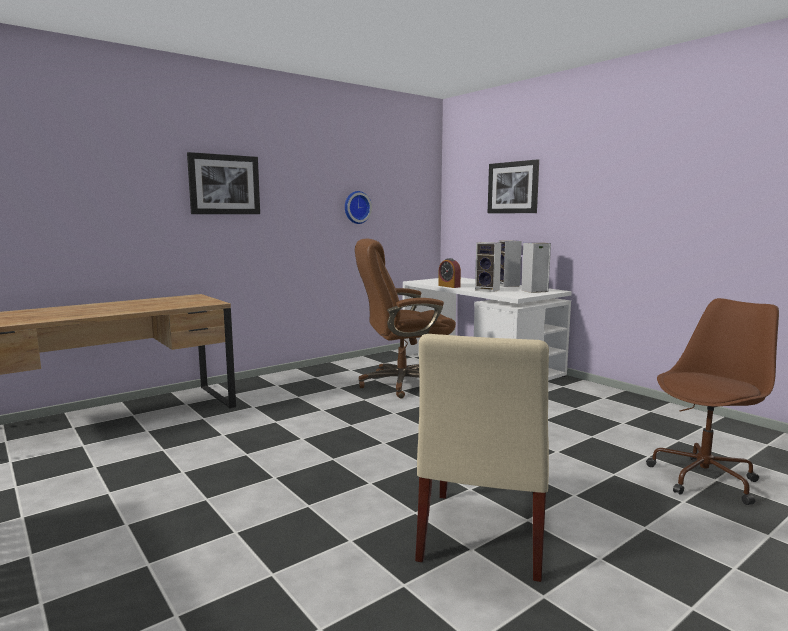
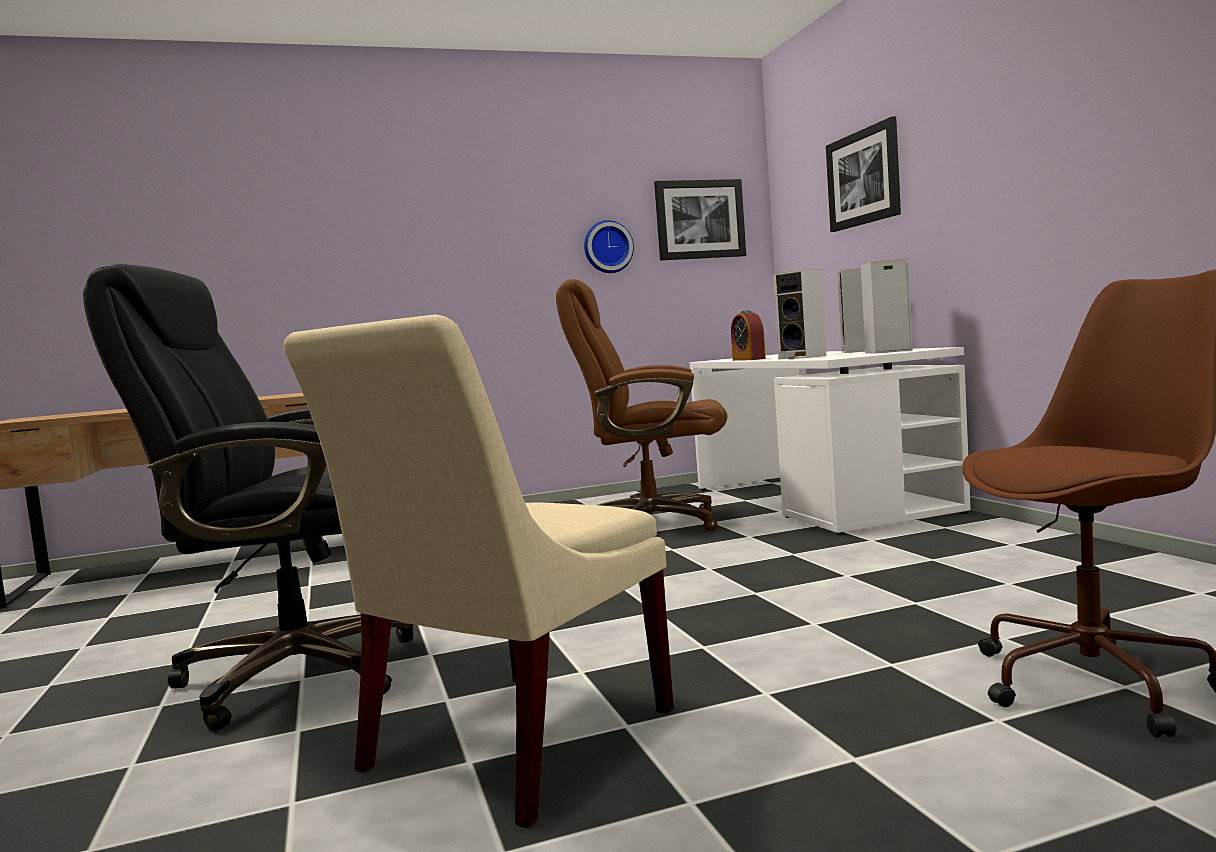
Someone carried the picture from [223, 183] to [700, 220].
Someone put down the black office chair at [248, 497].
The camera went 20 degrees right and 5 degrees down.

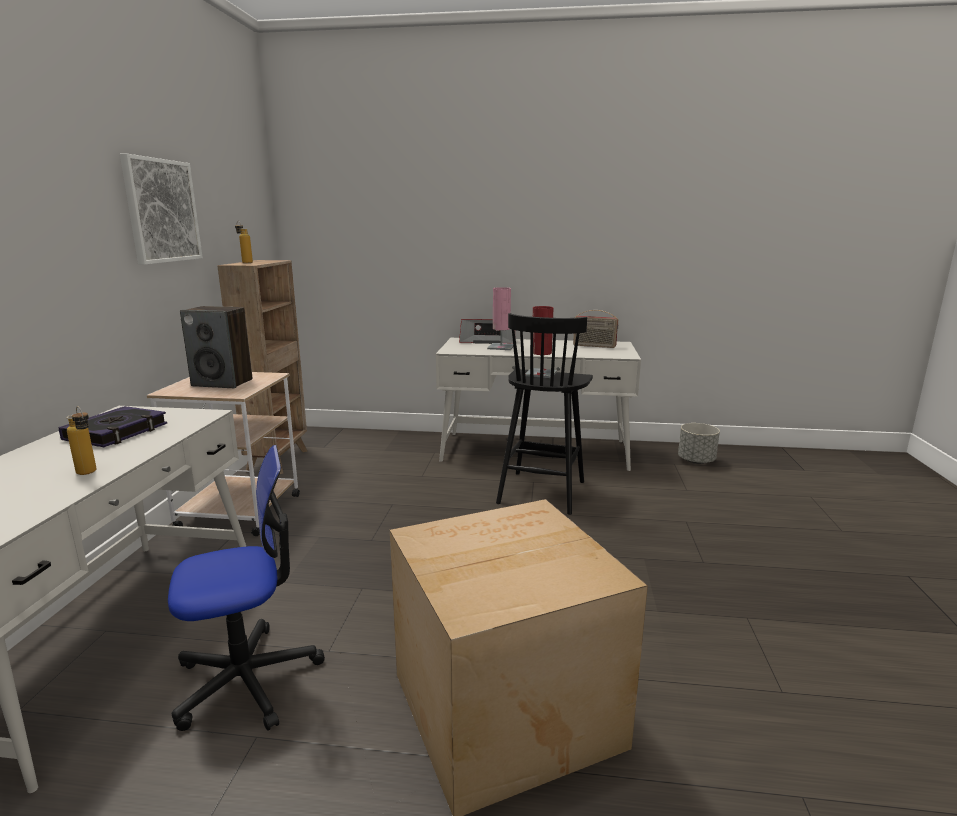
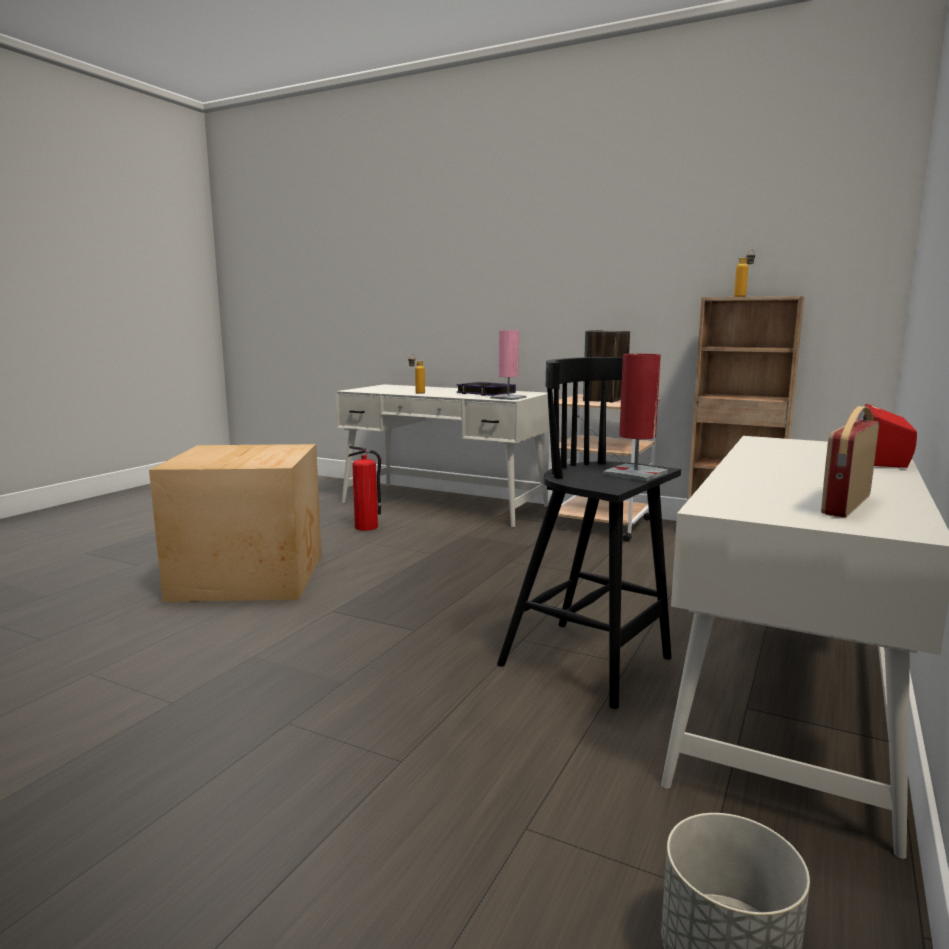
Someone took away the picture at [161, 209].
Someone swapped the office chair at [246, 588] for the fire extinguisher at [364, 488].
Someone carried the pink table lamp from [500, 318] to [508, 365].
The camera went 110 degrees right and 5 degrees down.

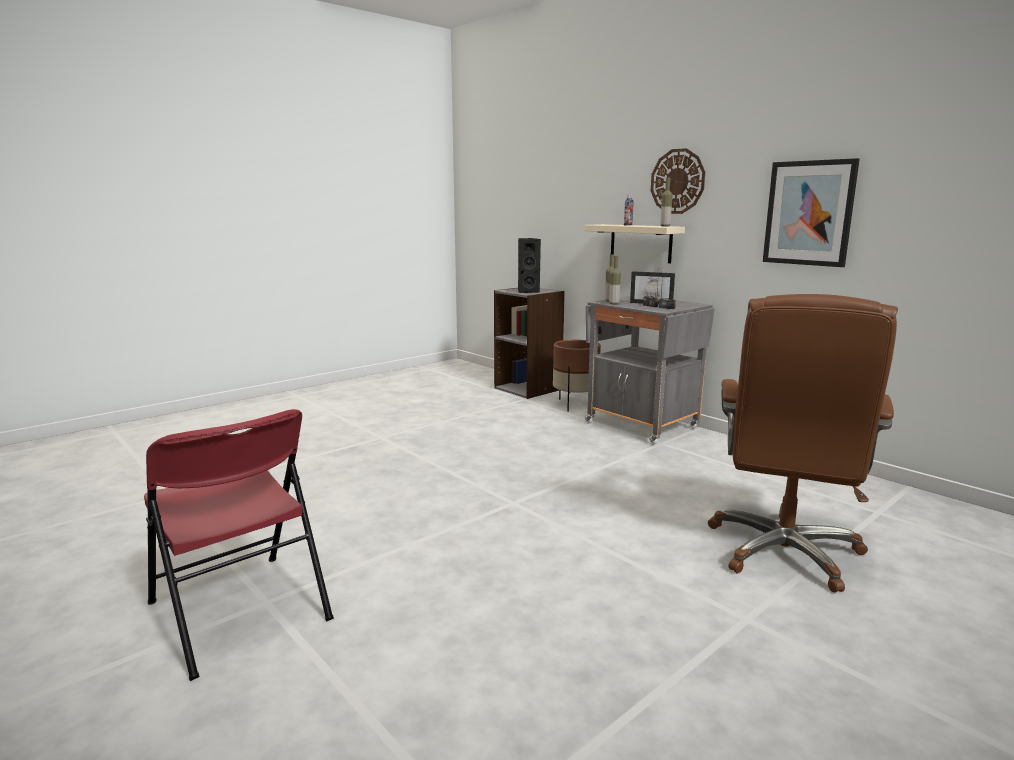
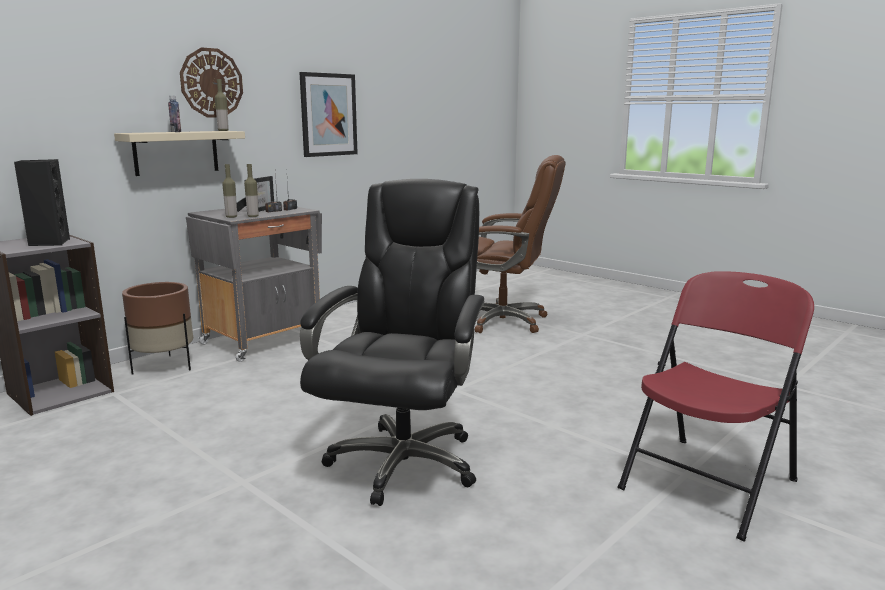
Someone put down the black office chair at [392, 342].
The camera went 95 degrees left and 0 degrees up.

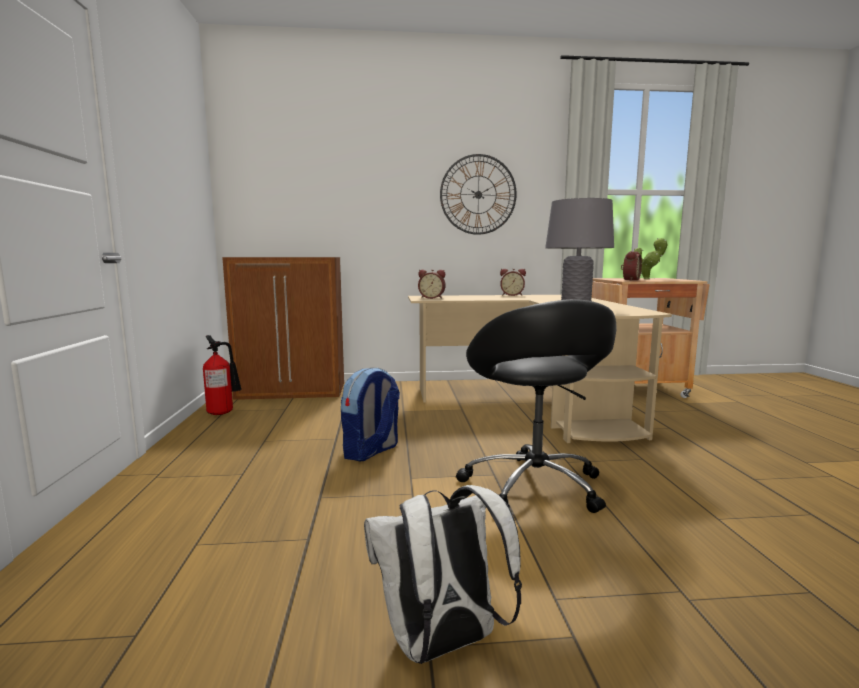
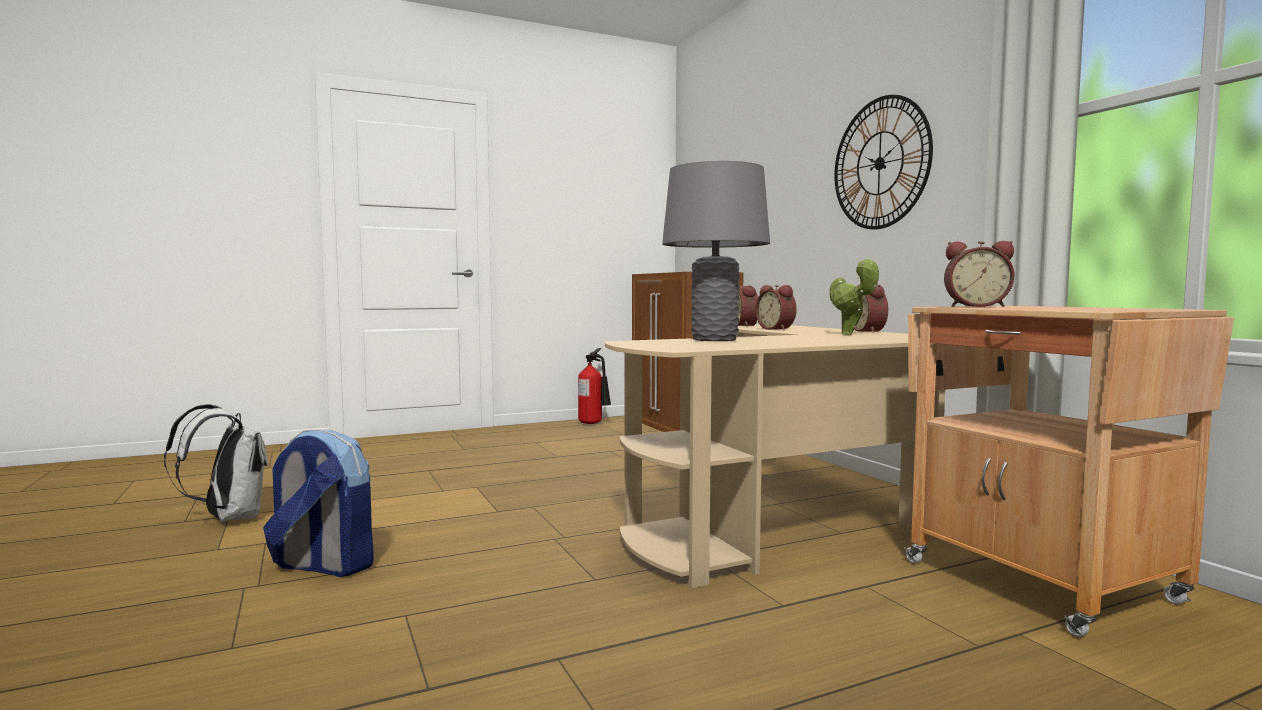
Someone carried the backpack from [370, 414] to [318, 503].
Someone took away the black office chair at [536, 406].
Someone carried the potted plant from [651, 258] to [854, 296].
Someone put down the alarm clock at [776, 307].
The camera went 70 degrees right and 5 degrees down.

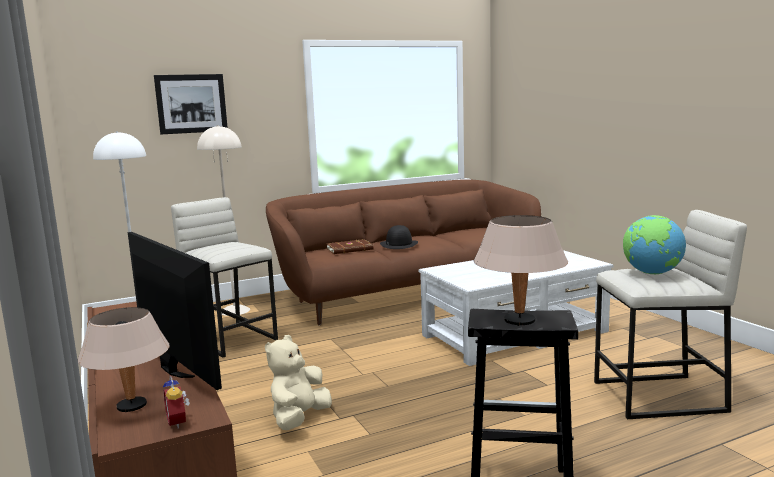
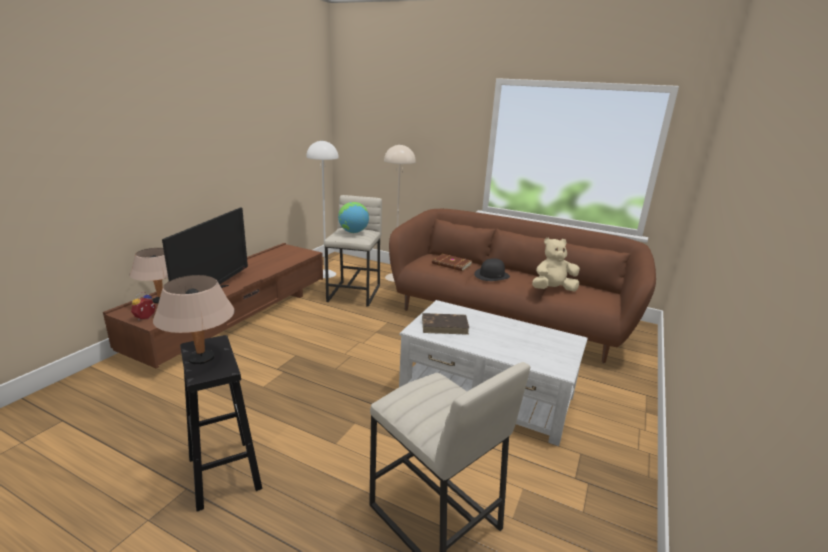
Someone took away the picture at [191, 104].
Someone carried the beige plush toy from [298, 382] to [556, 264].
Someone carried the globe from [654, 244] to [353, 217].
Someone put down the brown book at [445, 324].
The camera went 50 degrees right and 10 degrees up.

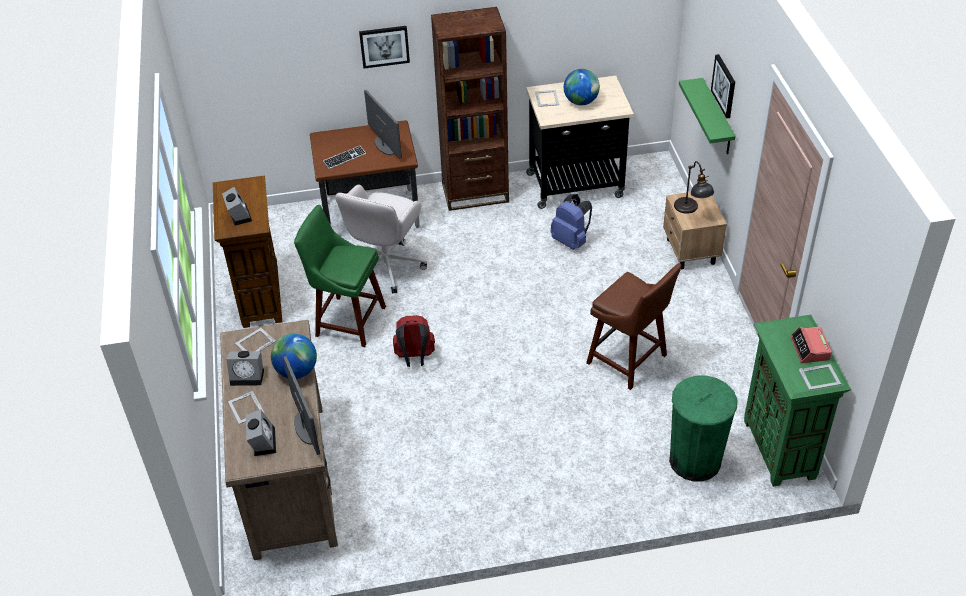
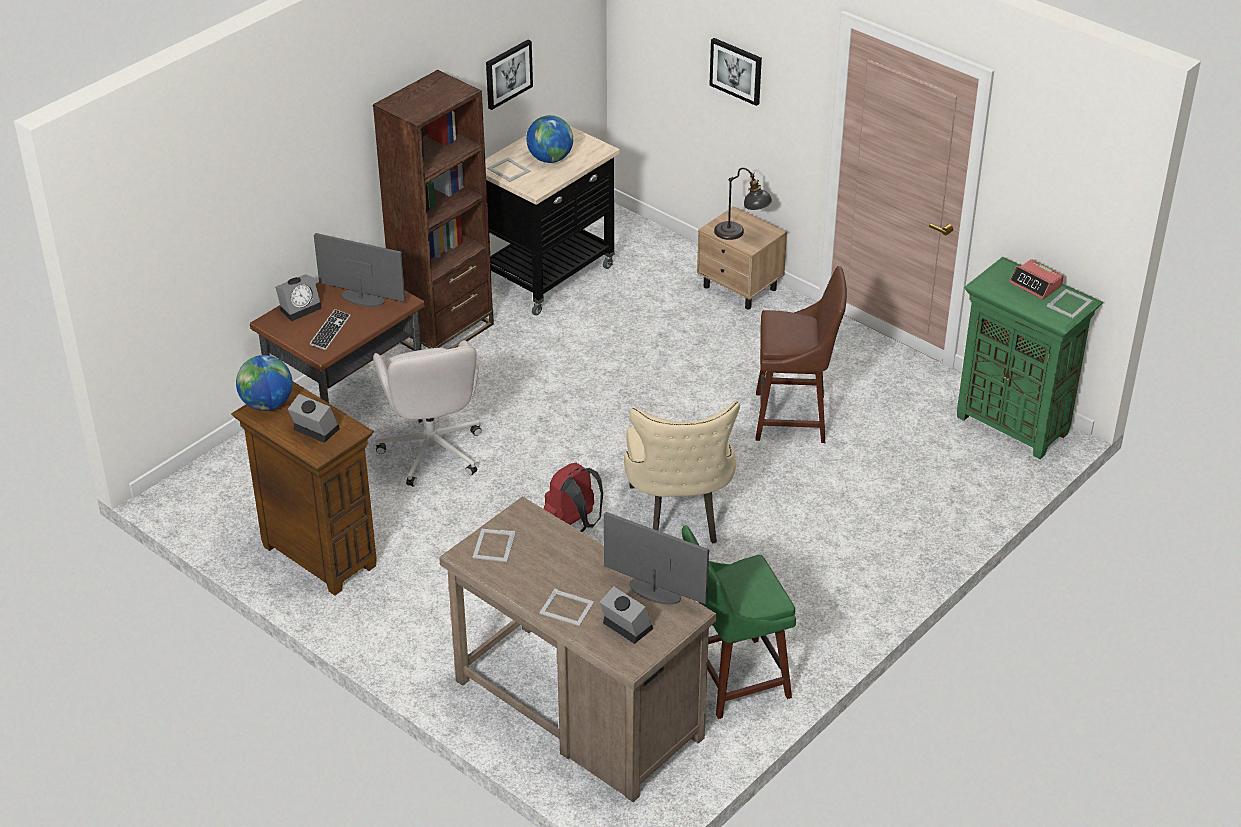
Someone carried the alarm clock from [245, 368] to [298, 297].
Someone carried the globe from [294, 356] to [264, 383].
Someone carried the green chair from [340, 276] to [739, 622].
Someone carried the picture from [384, 47] to [509, 75].
Someone took away the blue backpack at [571, 222].
Someone took away the green trash can at [703, 428].
Someone took away the green shelf at [707, 116].
Someone put down the beige chair at [682, 472].
The camera went 40 degrees left and 5 degrees down.

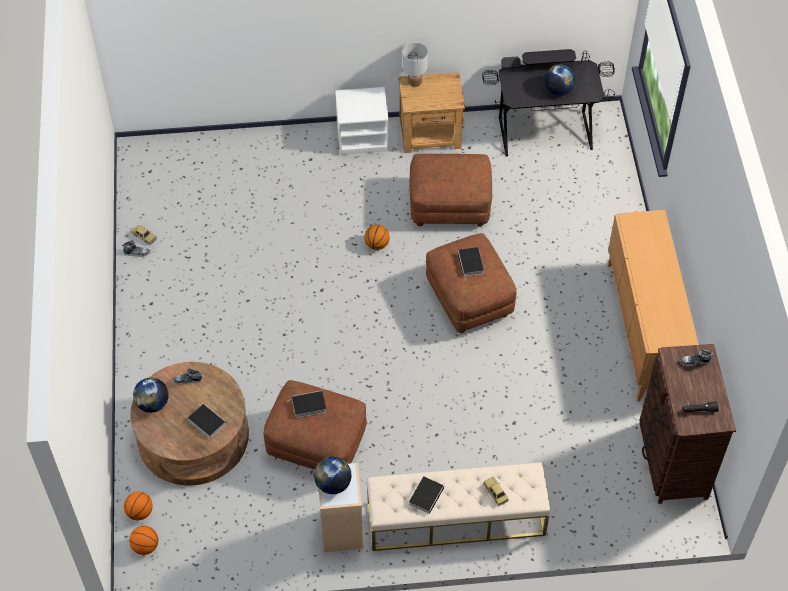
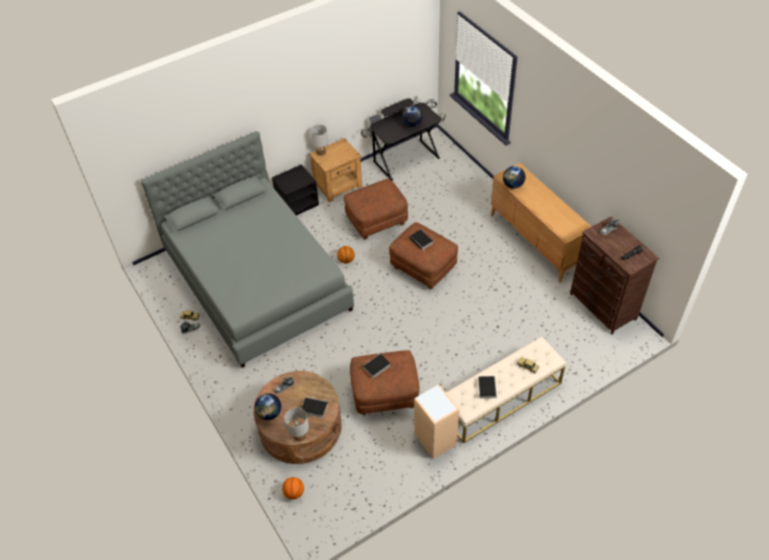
Someone took away the basketball at [143, 540].
Someone carried the globe from [333, 475] to [514, 177].
Someone repainted the white nightstand at [362, 121], which became the black nightstand at [295, 190].
Someone put down the grey bed at [247, 249].
Someone put down the grey table lamp at [296, 424].
The camera went 25 degrees left and 5 degrees down.

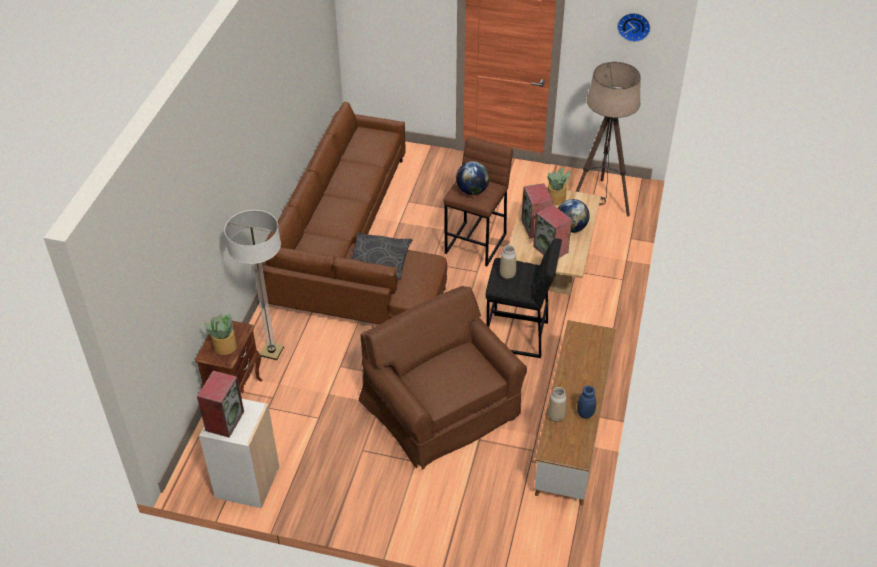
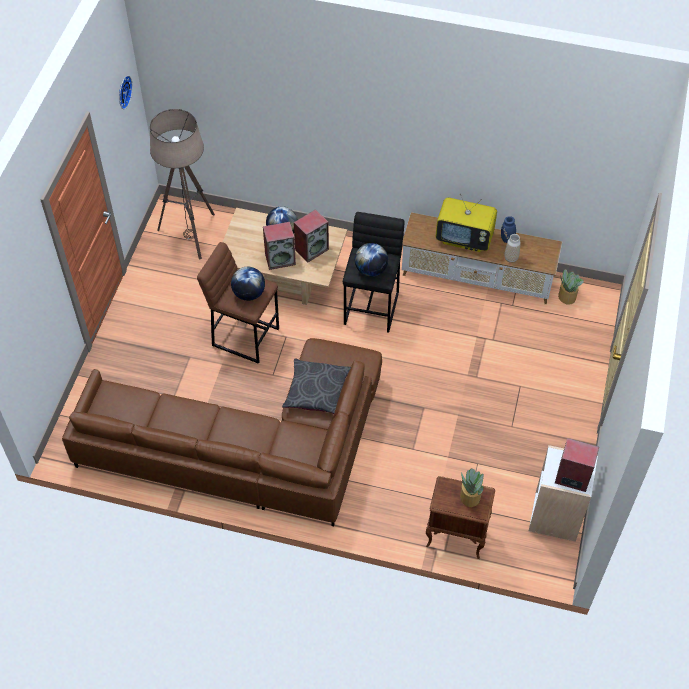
Someone took away the floor lamp at [254, 285].
Someone took away the brown armchair at [443, 378].
Someone swapped the vase at [508, 262] for the globe at [371, 260].
Someone carried the potted plant from [559, 186] to [571, 287].
Someone put down the television at [466, 223].
The camera went 90 degrees left and 10 degrees up.

